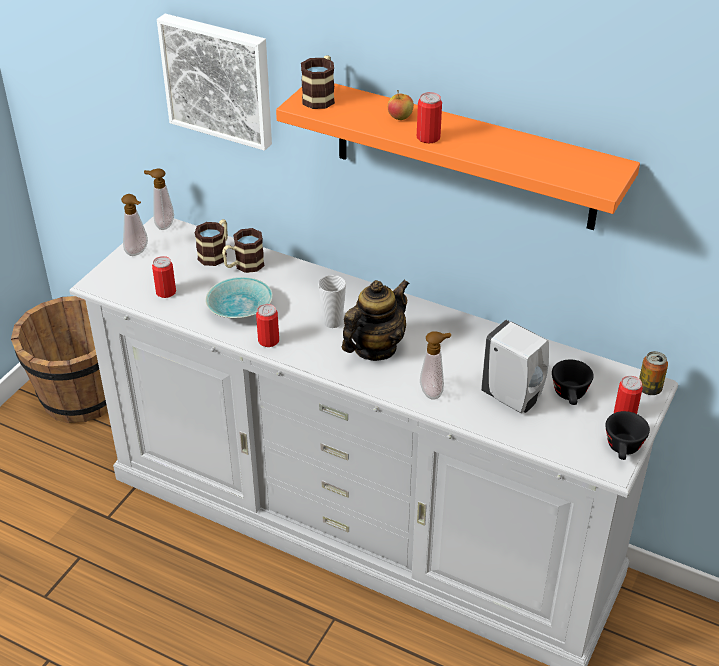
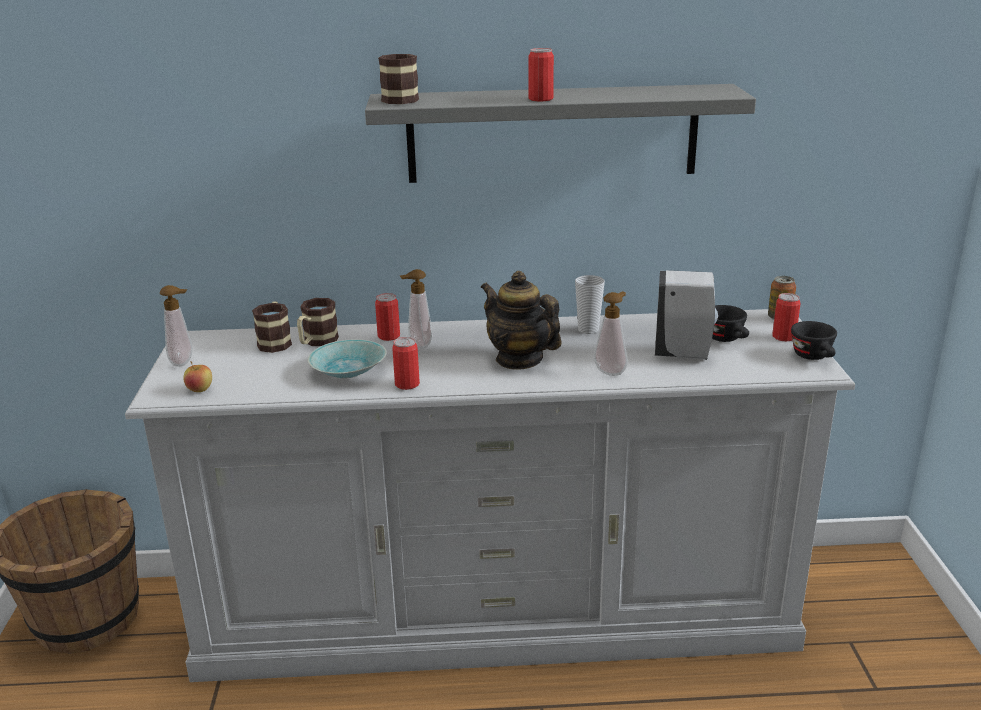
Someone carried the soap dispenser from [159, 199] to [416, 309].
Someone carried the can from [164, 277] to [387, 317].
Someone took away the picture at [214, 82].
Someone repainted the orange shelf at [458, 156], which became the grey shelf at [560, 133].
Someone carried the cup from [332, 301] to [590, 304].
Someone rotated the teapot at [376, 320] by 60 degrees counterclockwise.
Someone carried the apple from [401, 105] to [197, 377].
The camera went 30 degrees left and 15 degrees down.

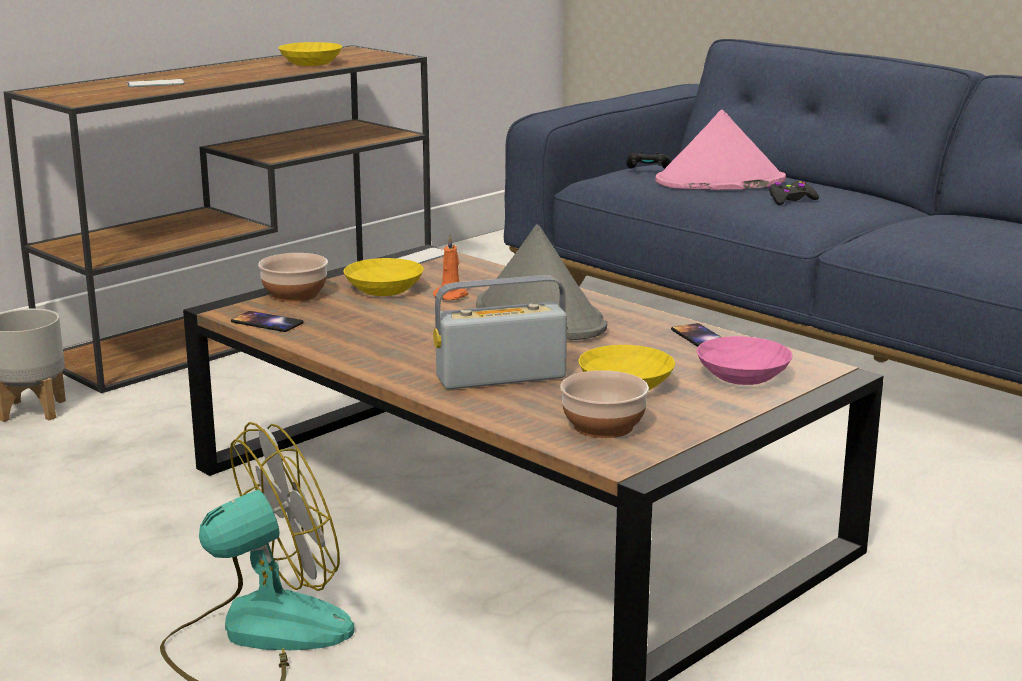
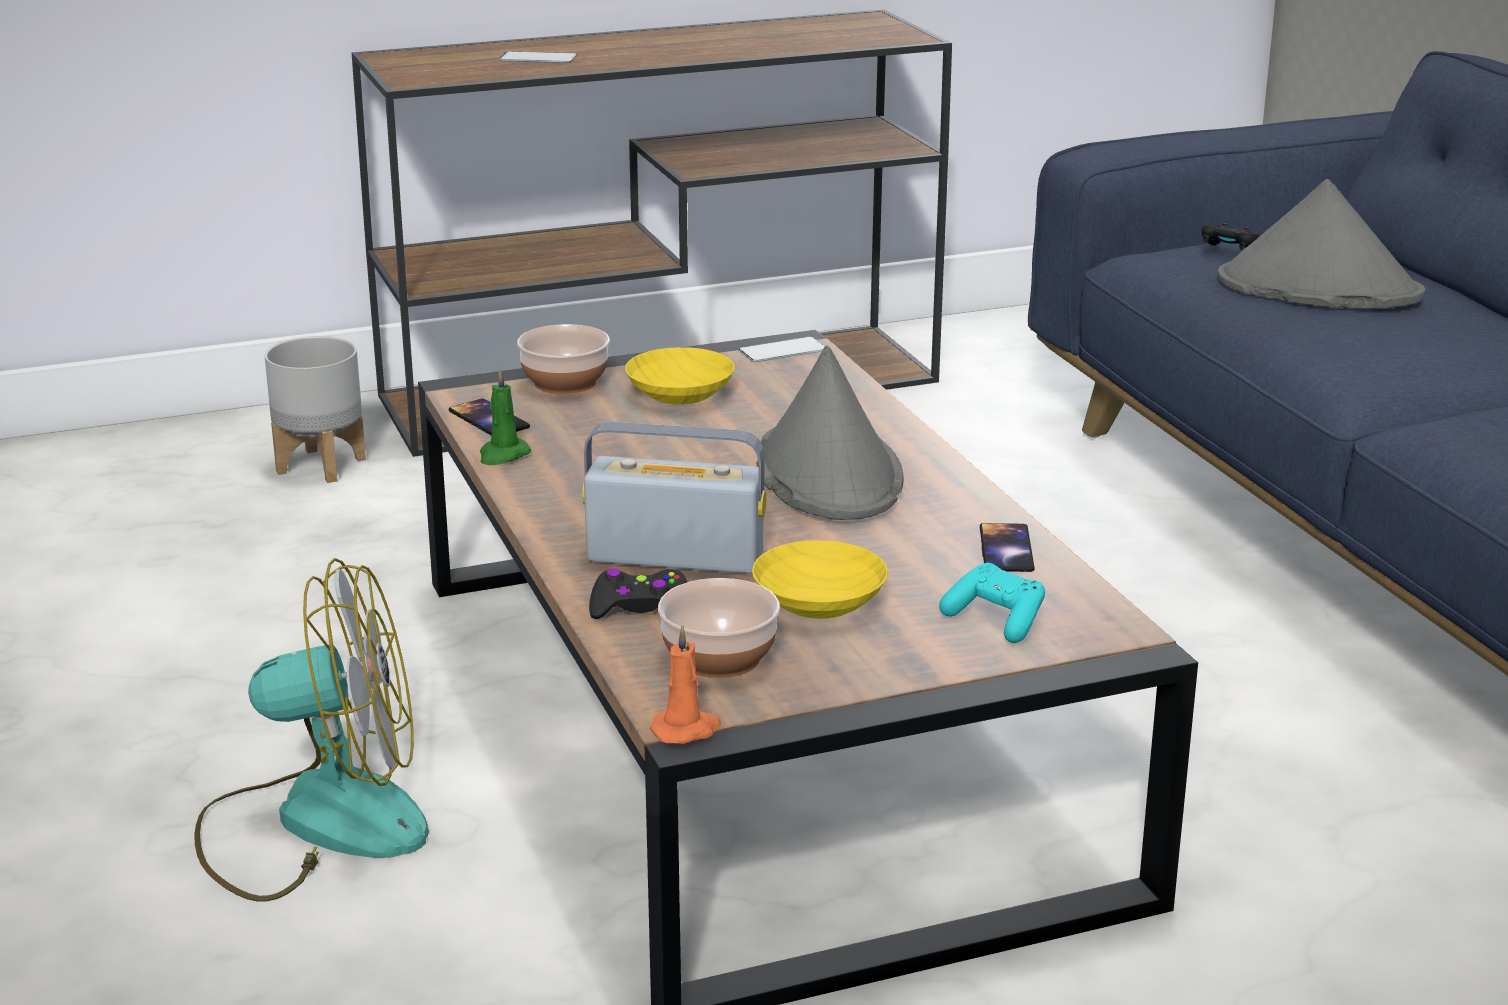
Someone took away the yellow bowl at [310, 54].
Someone carried the orange candle from [450, 267] to [685, 684].
Someone repainted the pink hat at [720, 150], which became the grey hat at [1321, 244].
Someone swapped the pink bowl at [745, 360] for the turquoise game controller at [992, 603].
Someone carried the black game controller from [794, 193] to [638, 593].
Someone put down the green candle at [505, 416].
The camera went 25 degrees right and 5 degrees up.

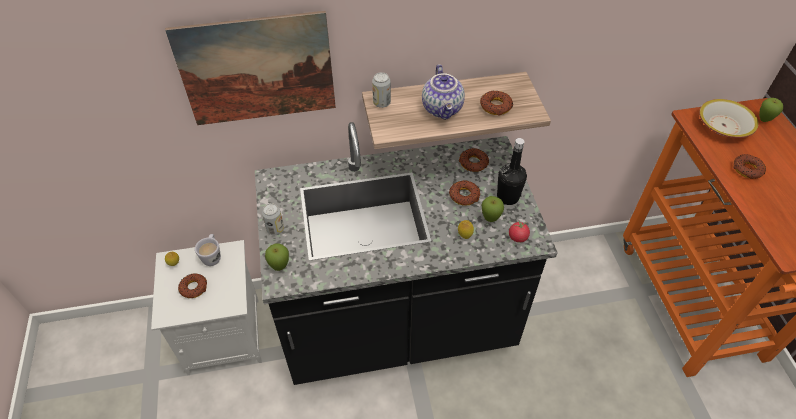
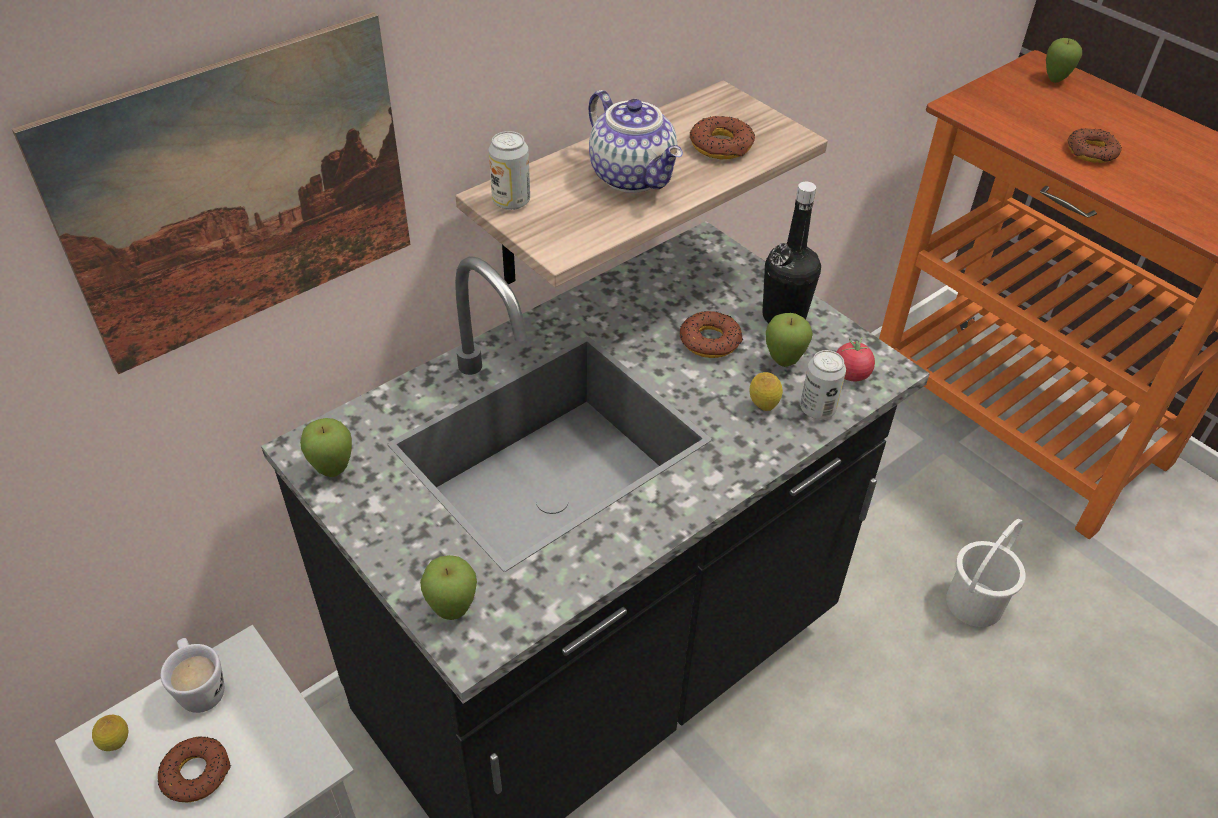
Someone carried the can from [273, 219] to [823, 384].
Someone took away the donut at [474, 160].
Someone took away the bowl at [729, 118].
Someone put down the apple at [326, 447].
Someone put down the white bucket at [986, 573].
The camera went 30 degrees left and 5 degrees down.

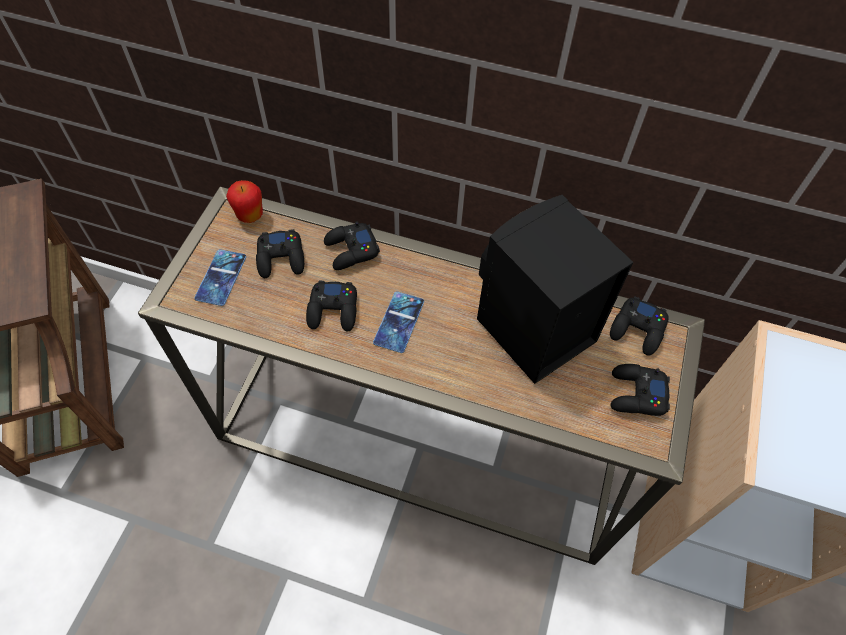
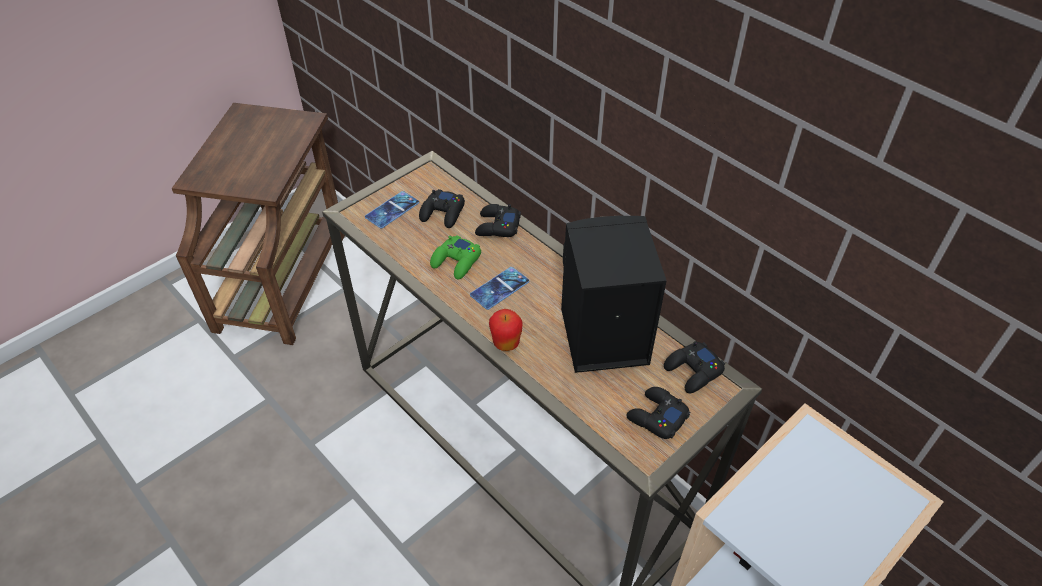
Someone carried the apple from [244, 201] to [506, 330].
Someone repainted the black game controller at [331, 306], which became the green game controller at [455, 257].
The camera went 30 degrees right and 10 degrees down.

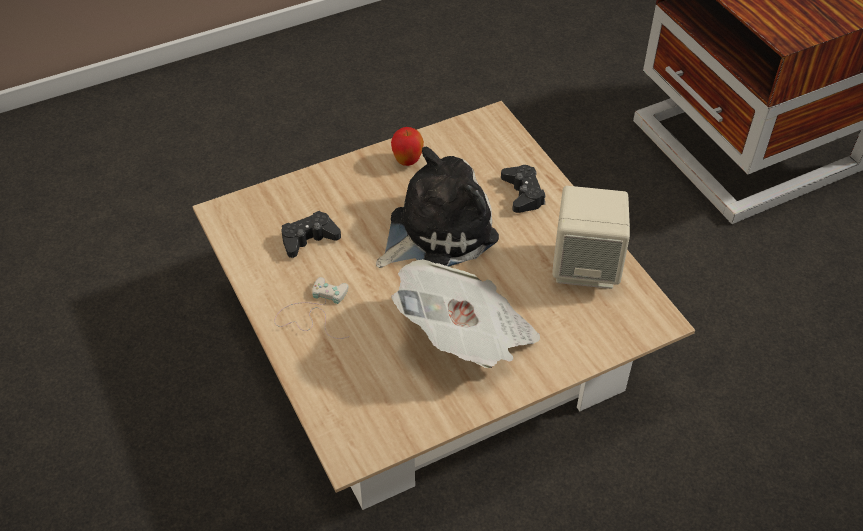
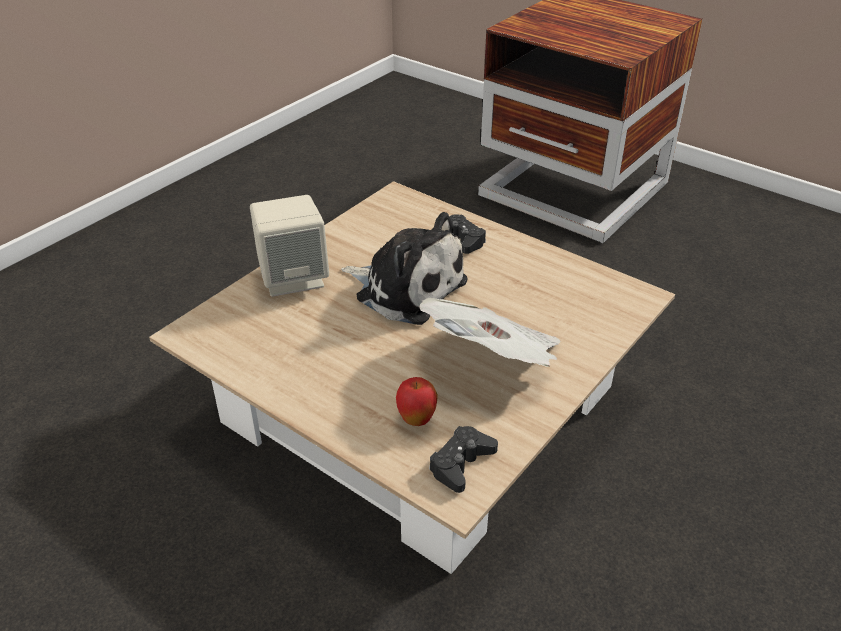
Someone took away the white game controller at [312, 308].
Someone carried the black game controller from [311, 234] to [463, 459].
Someone rotated the plush toy at [437, 207] by 90 degrees clockwise.
Someone carried the apple from [407, 146] to [417, 401].
Someone carried the beige speaker from [591, 237] to [289, 246].
The camera went 25 degrees left and 10 degrees down.

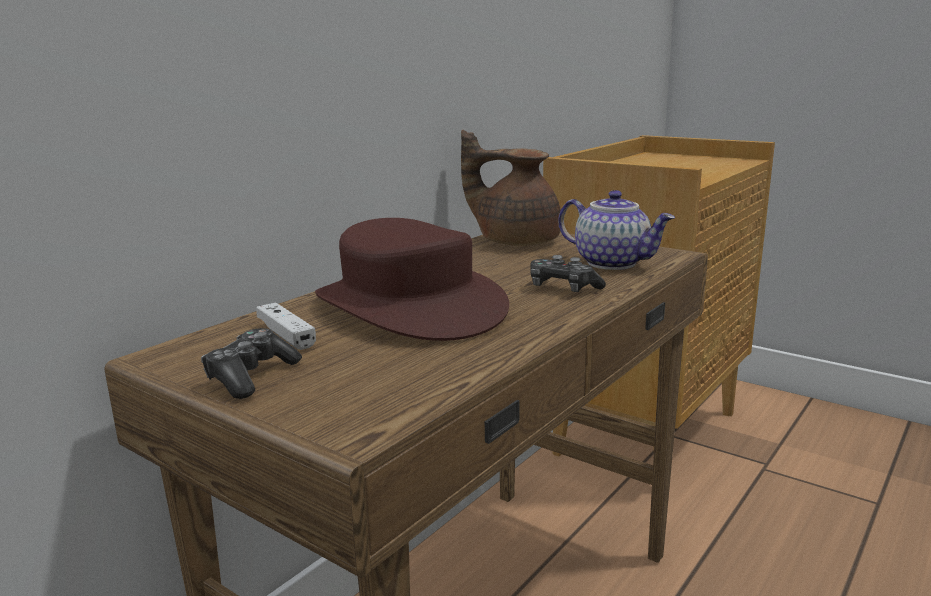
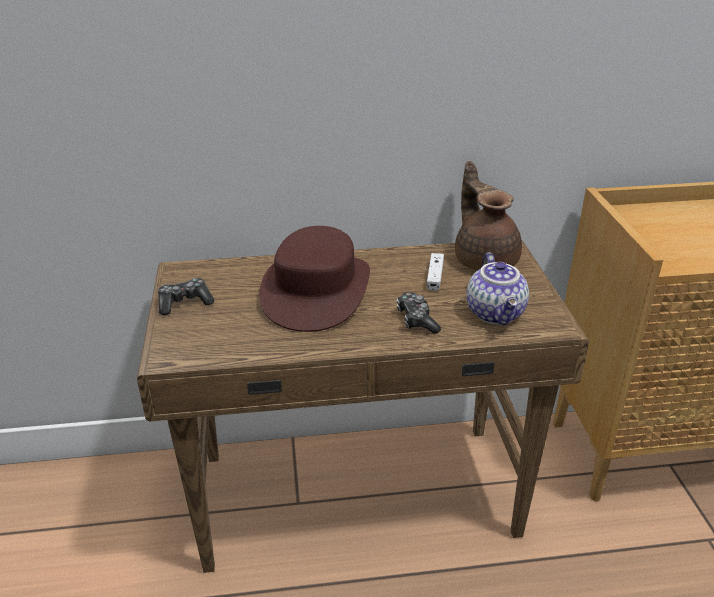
Someone carried the white game controller from [286, 326] to [435, 272].
The camera went 45 degrees right and 15 degrees up.

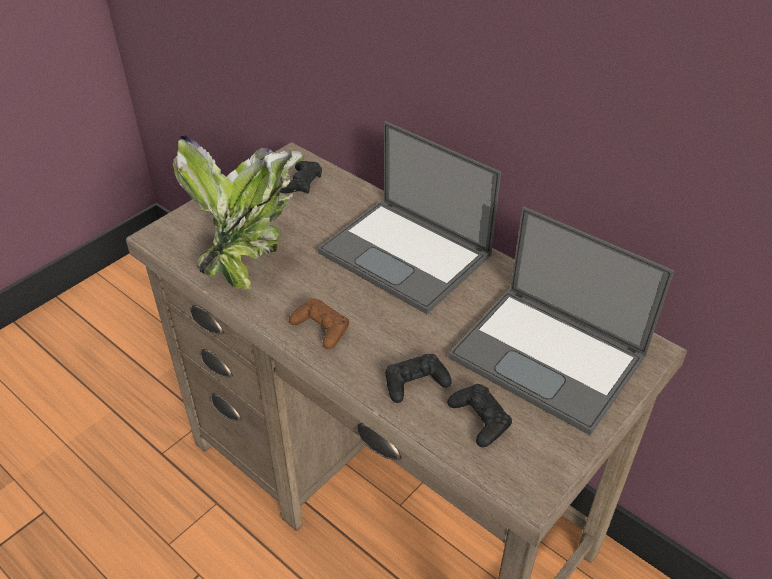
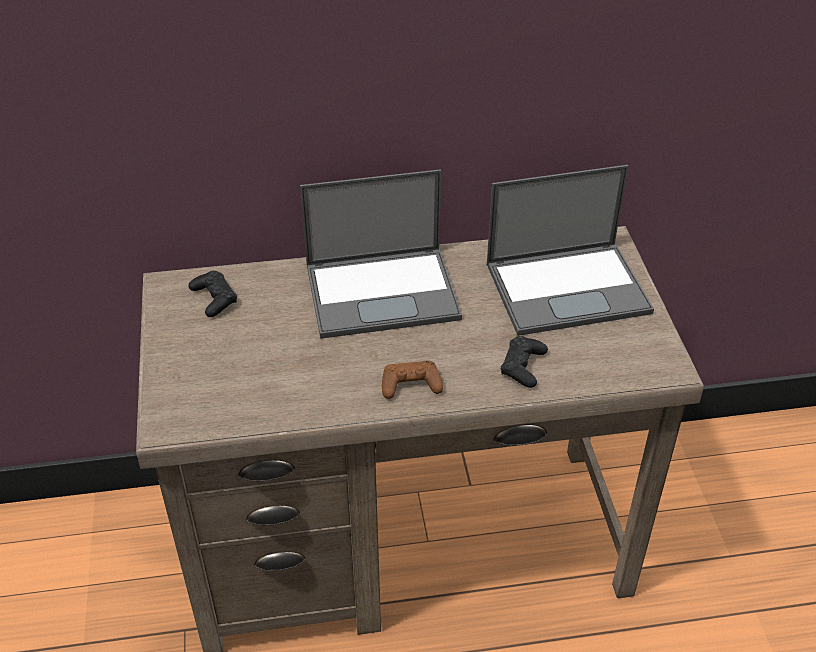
Someone took away the potted plant at [238, 212].
Someone took away the black game controller at [479, 415].
The camera went 50 degrees left and 0 degrees up.

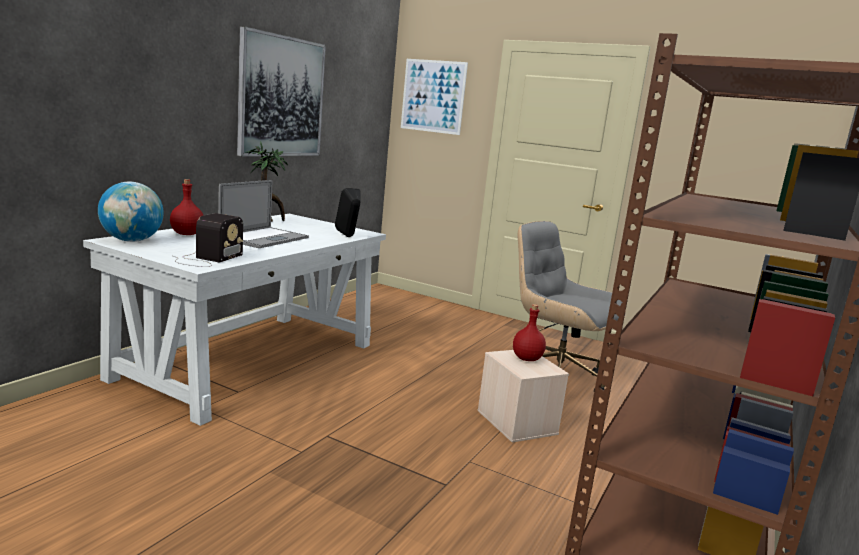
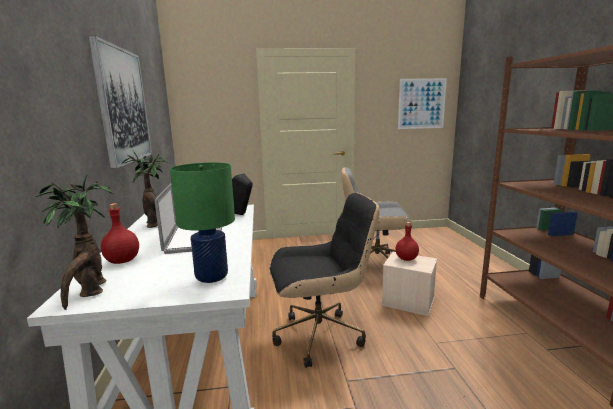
Someone swapped the globe at [131, 212] for the potted plant at [74, 242].
Someone swapped the radio at [208, 240] for the green table lamp at [202, 222].
Someone carried the picture from [434, 97] to [422, 103].
Someone put down the black office chair at [325, 280].
The camera went 35 degrees left and 0 degrees up.

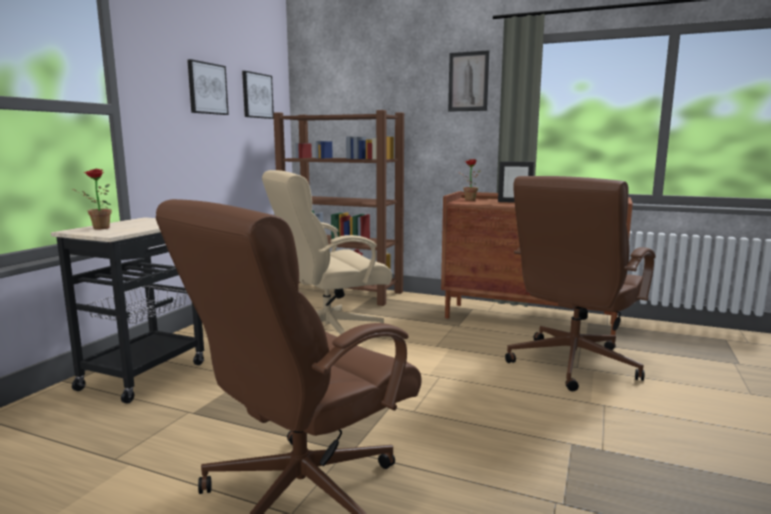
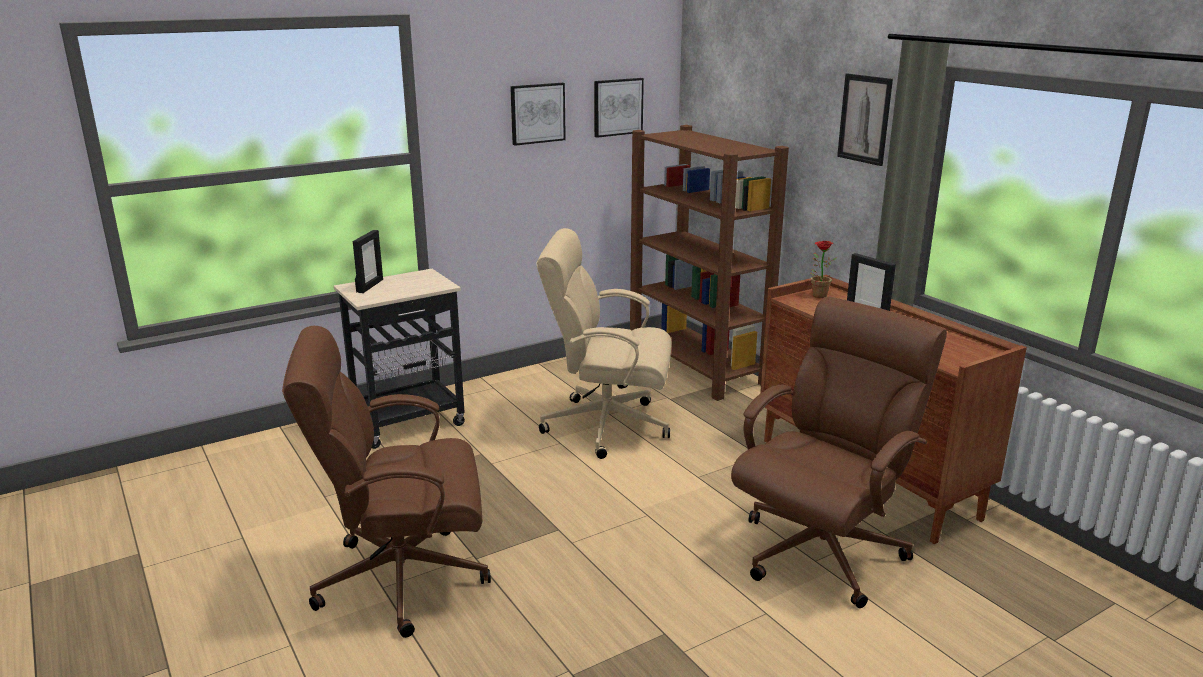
Someone swapped the potted plant at [92, 199] for the picture frame at [368, 261].
Someone rotated the brown office chair at [580, 283] by 150 degrees clockwise.
The camera went 35 degrees right and 10 degrees up.

